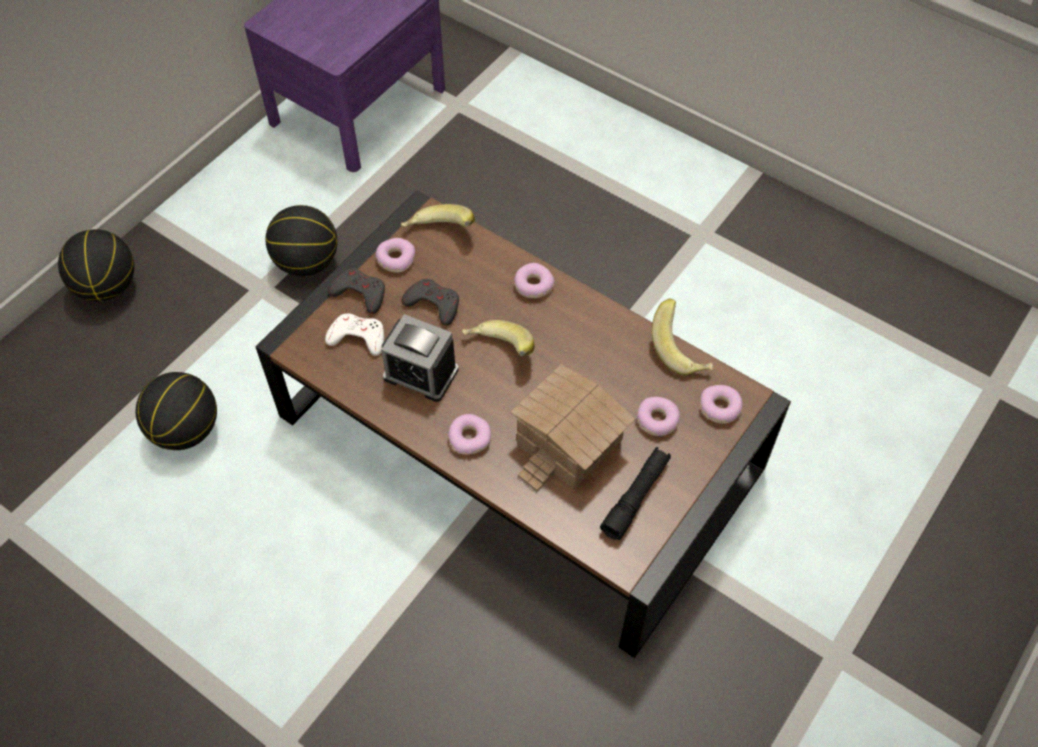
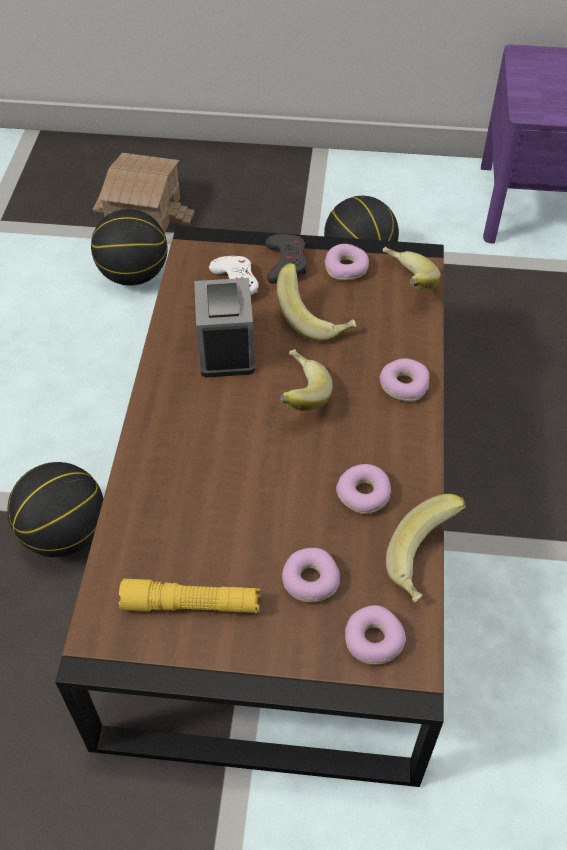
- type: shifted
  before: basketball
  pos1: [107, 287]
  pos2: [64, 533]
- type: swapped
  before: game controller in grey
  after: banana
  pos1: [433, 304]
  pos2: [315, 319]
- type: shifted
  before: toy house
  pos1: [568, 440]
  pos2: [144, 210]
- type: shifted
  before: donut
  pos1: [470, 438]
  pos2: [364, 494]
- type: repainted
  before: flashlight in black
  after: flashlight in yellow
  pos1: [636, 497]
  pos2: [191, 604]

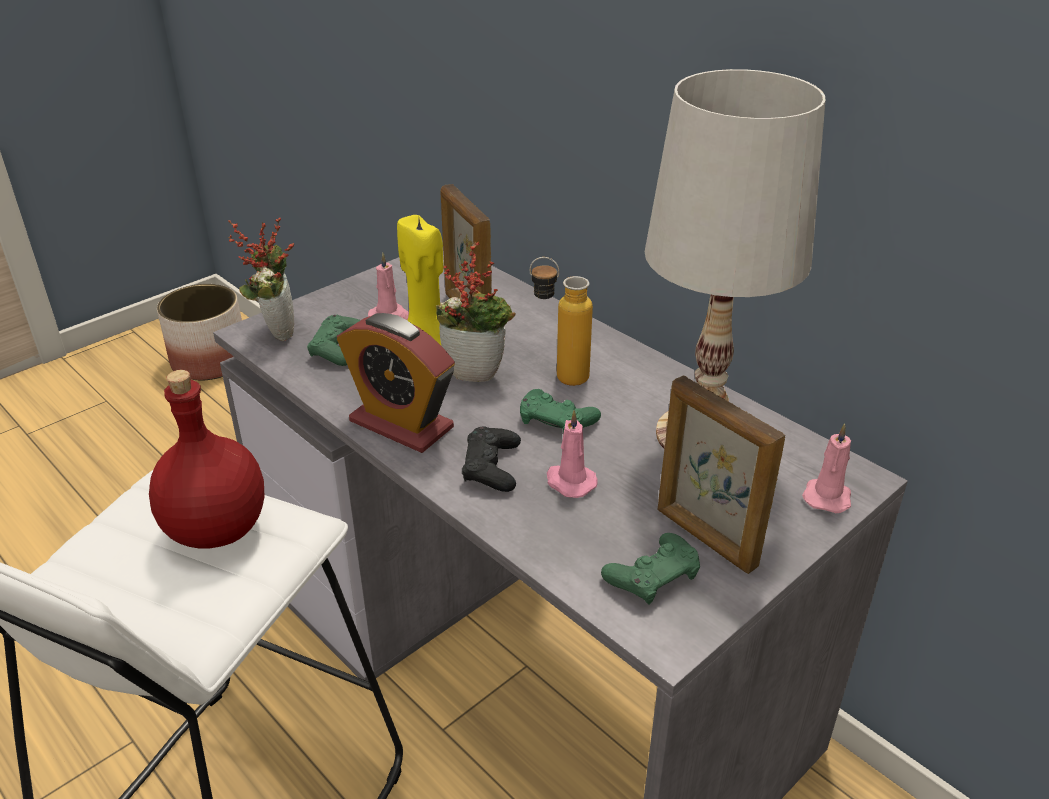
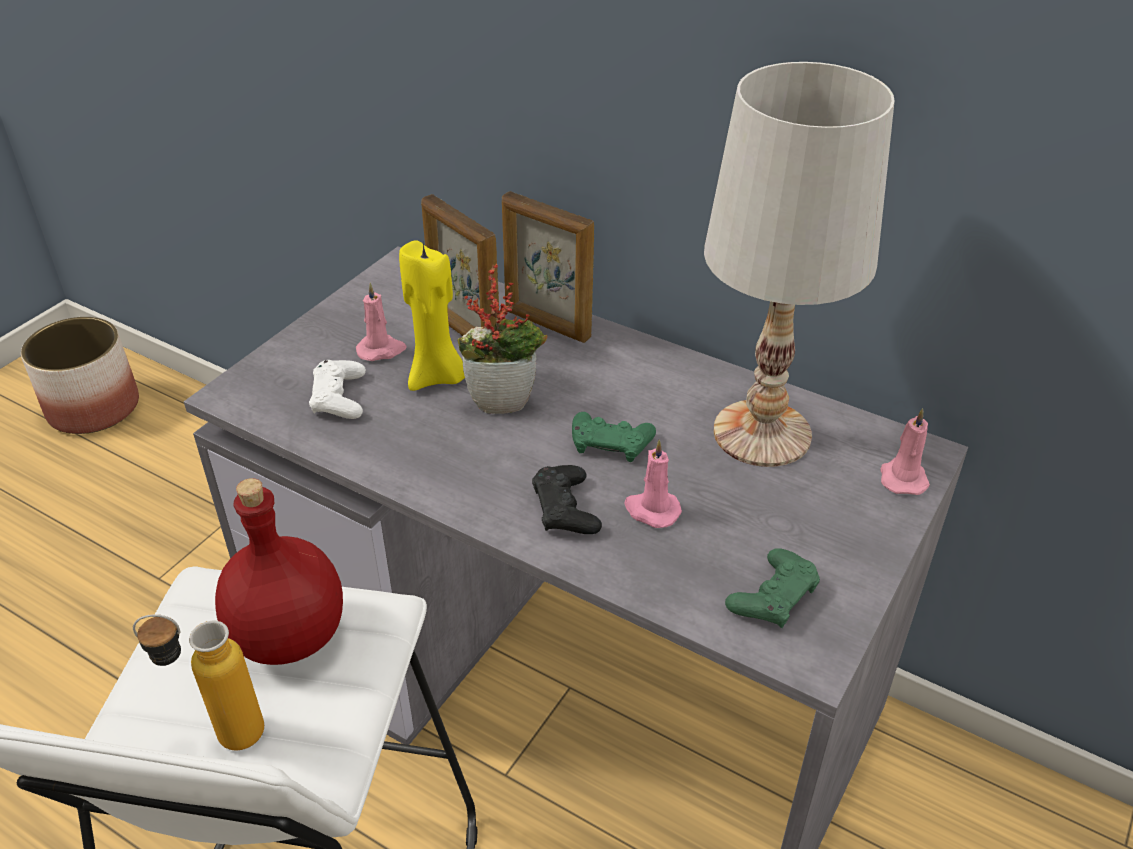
- type: gone
  before: potted plant
  pos1: [276, 330]
- type: shifted
  before: bottle
  pos1: [559, 376]
  pos2: [221, 734]
- type: gone
  before: alarm clock
  pos1: [401, 424]
- type: repainted
  before: game controller in green
  after: game controller in white
  pos1: [338, 348]
  pos2: [339, 397]
- type: shifted
  before: picture frame
  pos1: [705, 538]
  pos2: [547, 325]

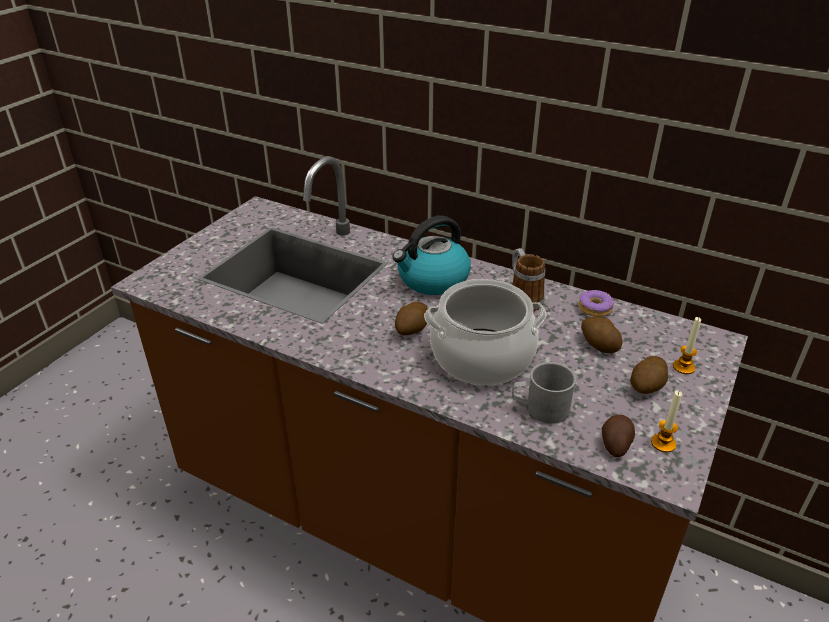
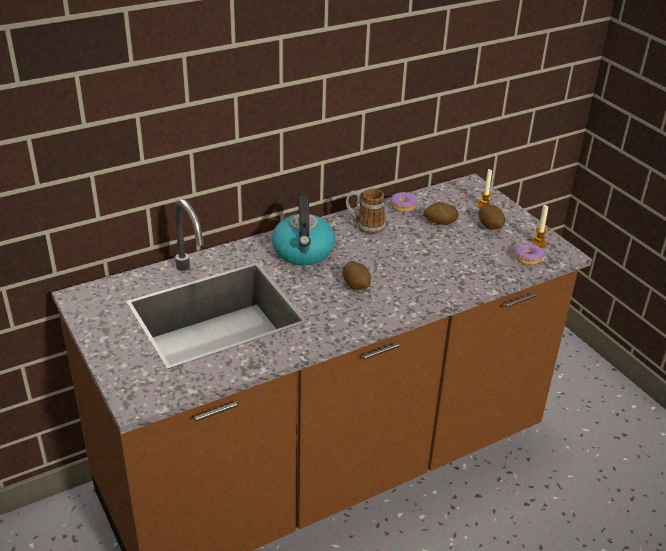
- type: gone
  before: cooking pot
  pos1: [482, 357]
- type: gone
  before: mug in grey
  pos1: [540, 408]
- type: swapped
  before: potato
  after: donut
  pos1: [615, 443]
  pos2: [527, 258]

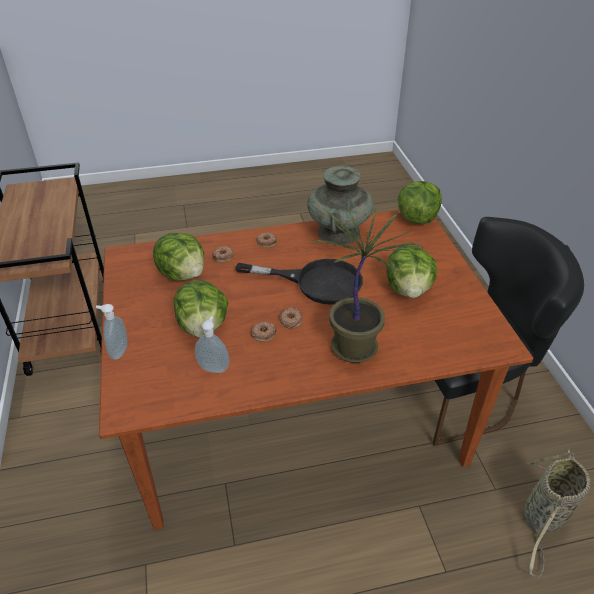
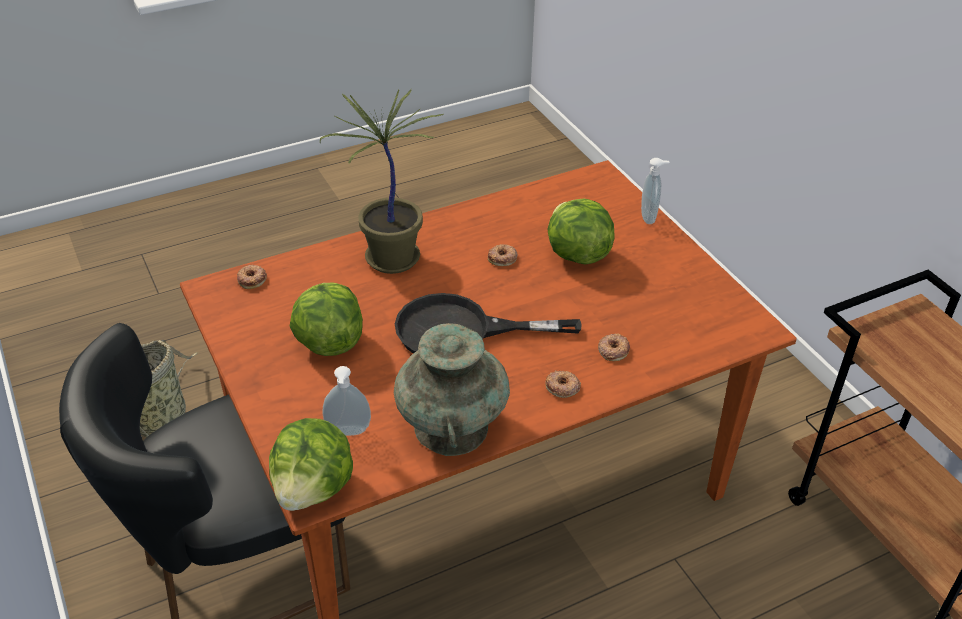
- type: gone
  before: lettuce
  pos1: [183, 274]
- type: shifted
  before: donut
  pos1: [291, 320]
  pos2: [252, 279]
- type: shifted
  before: soap dispenser
  pos1: [214, 367]
  pos2: [348, 432]

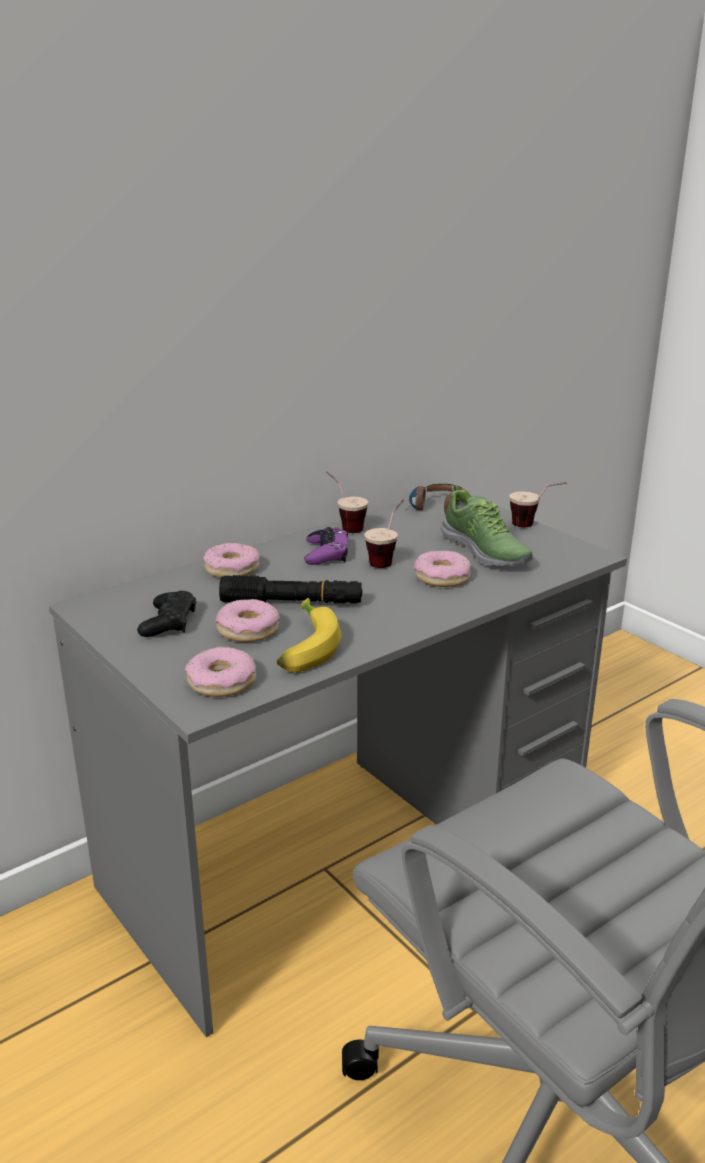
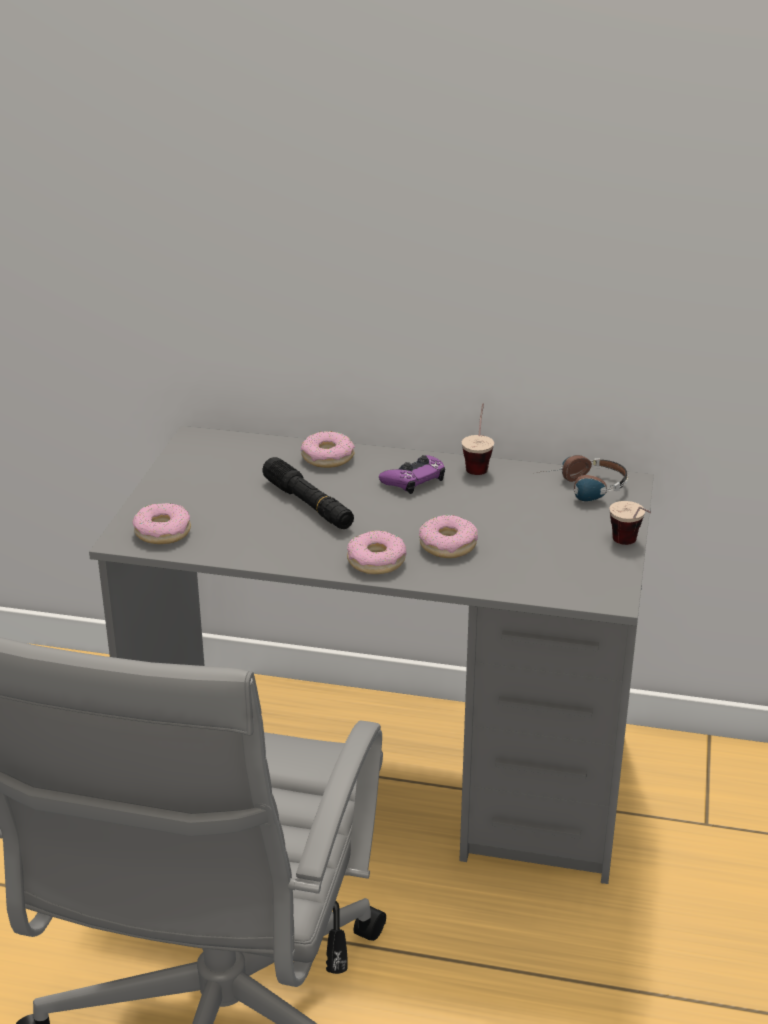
- type: gone
  before: shoe
  pos1: [485, 552]
- type: gone
  before: cup
  pos1: [387, 559]
- type: gone
  before: game controller in black
  pos1: [169, 622]
- type: gone
  before: banana
  pos1: [304, 647]
- type: shifted
  before: donut
  pos1: [248, 630]
  pos2: [376, 561]

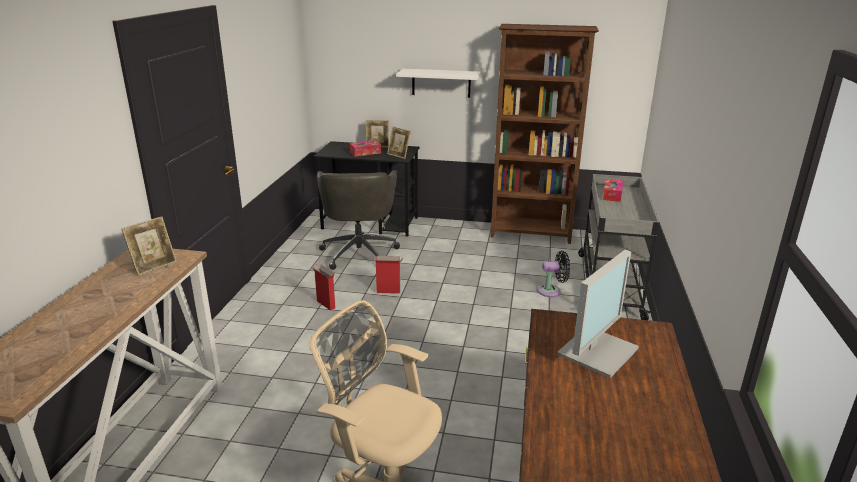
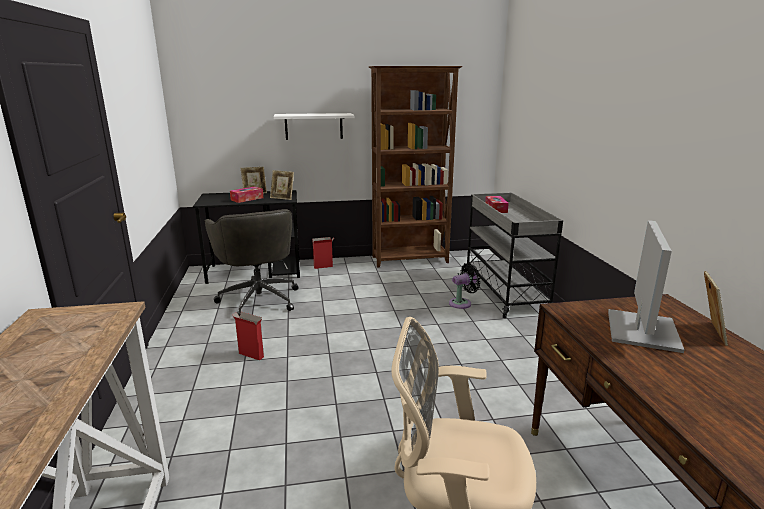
- type: shifted
  before: picture frame
  pos1: [154, 266]
  pos2: [709, 332]
- type: shifted
  before: cardboard box
  pos1: [389, 291]
  pos2: [323, 267]

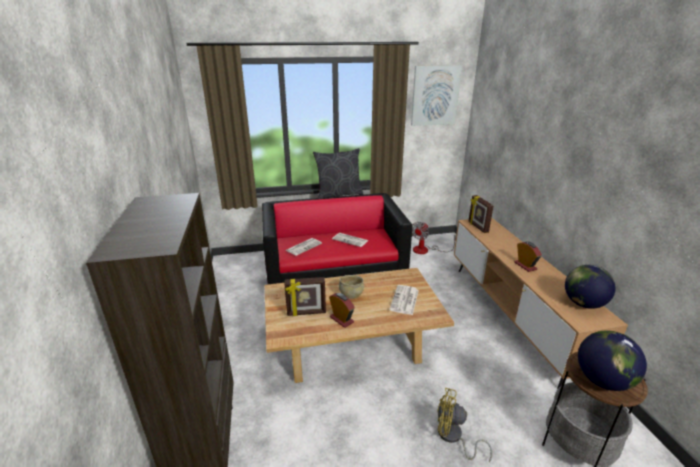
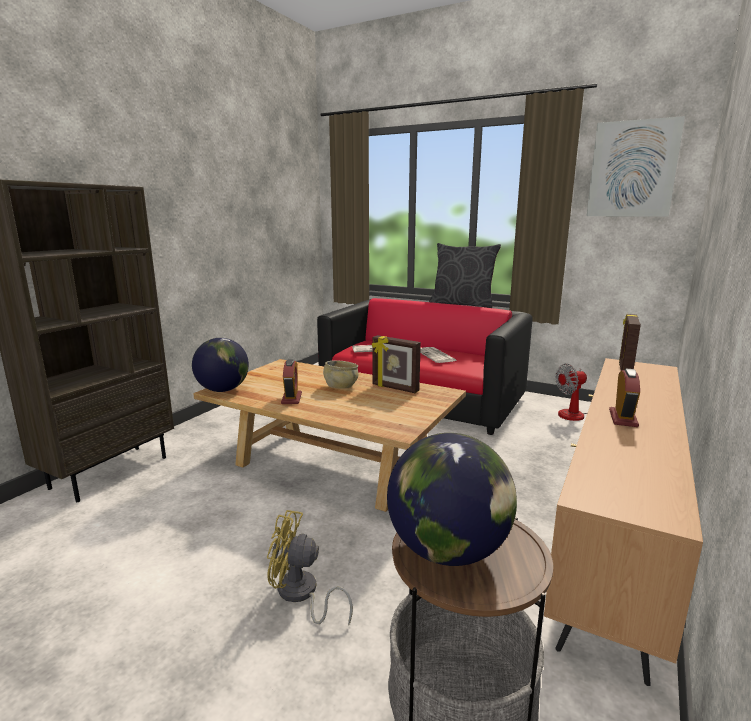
- type: shifted
  before: globe
  pos1: [583, 303]
  pos2: [223, 390]
- type: shifted
  before: picture frame
  pos1: [306, 313]
  pos2: [394, 388]
- type: gone
  before: newspaper
  pos1: [404, 300]
- type: rotated
  before: fan in yellow
  pos1: [453, 437]
  pos2: [301, 595]
  turn: -45

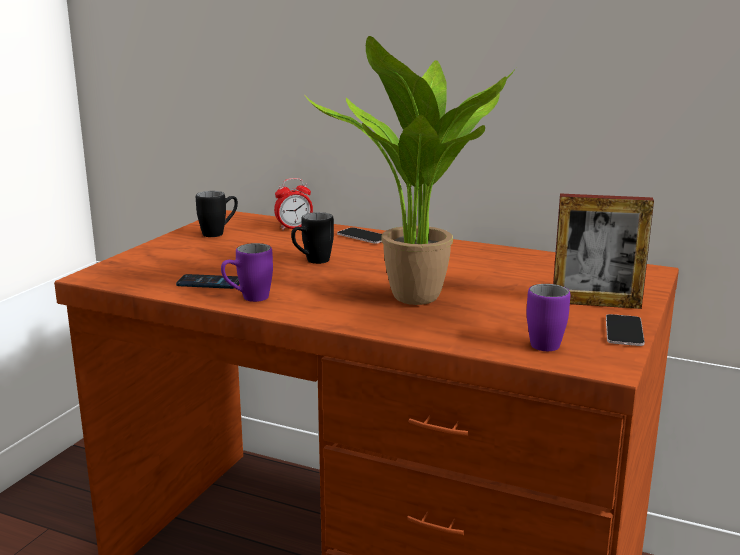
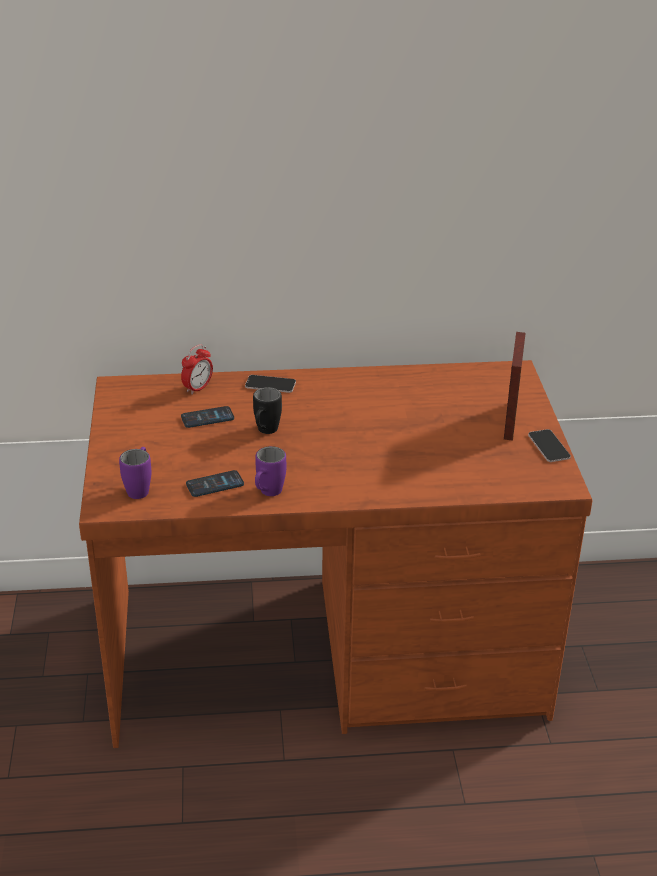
- type: gone
  before: potted plant
  pos1: [422, 300]
- type: gone
  before: mug in black
  pos1: [219, 233]
- type: rotated
  before: picture frame
  pos1: [596, 303]
  pos2: [510, 421]
  turn: 120
- type: shifted
  before: mug in purple
  pos1: [550, 342]
  pos2: [140, 488]
- type: new
  after: phone
  pos2: [207, 418]

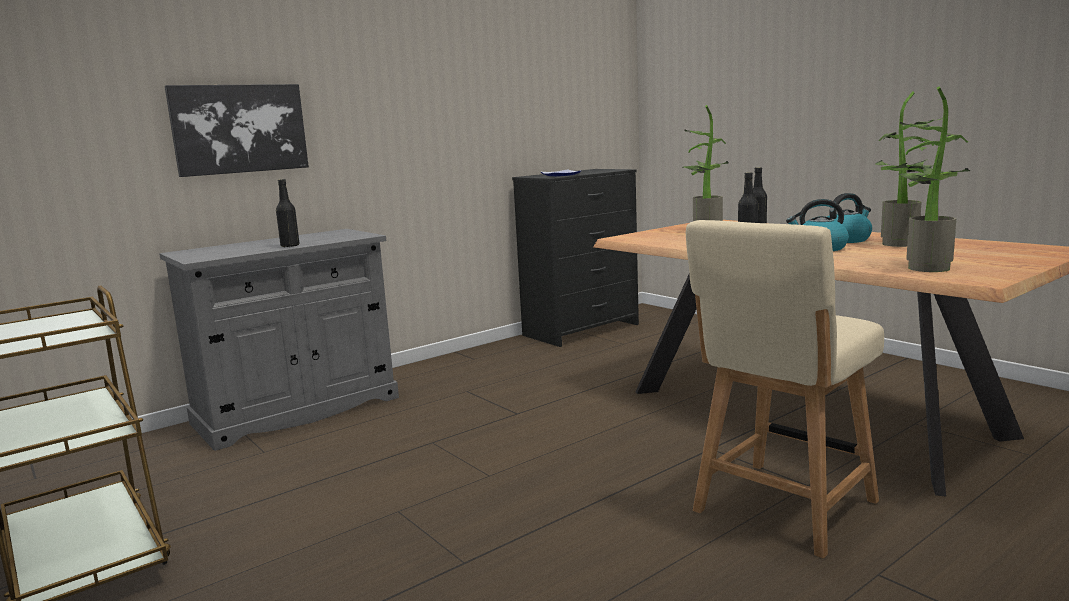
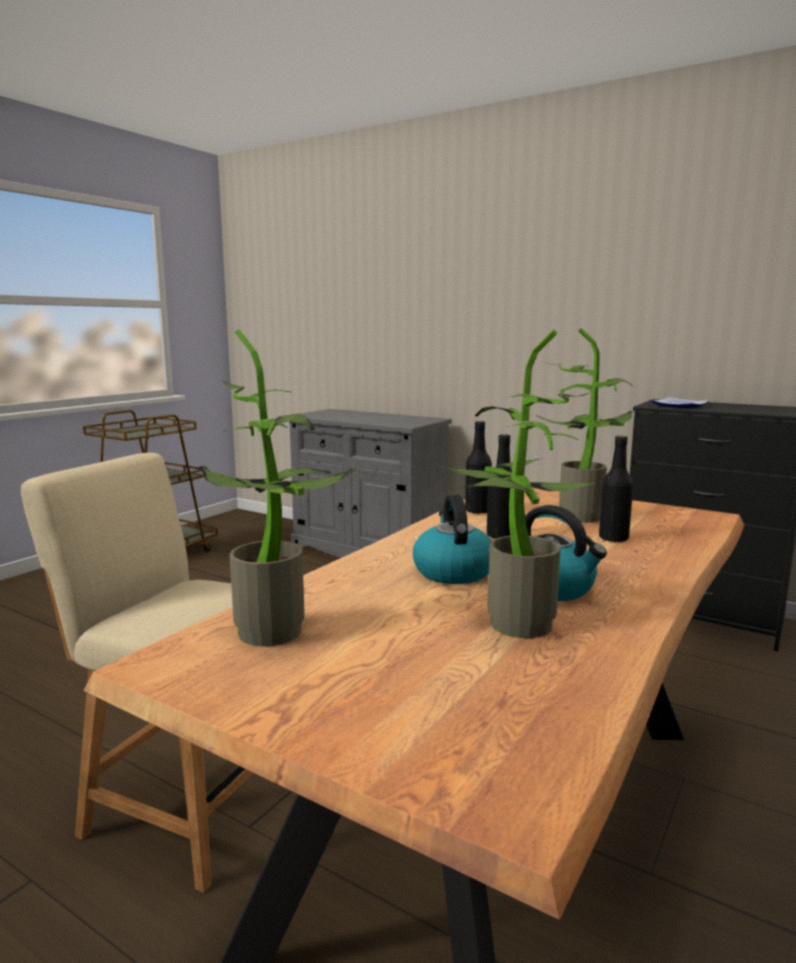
- type: gone
  before: picture
  pos1: [239, 129]
- type: shifted
  before: bottle in black
  pos1: [290, 246]
  pos2: [477, 511]

